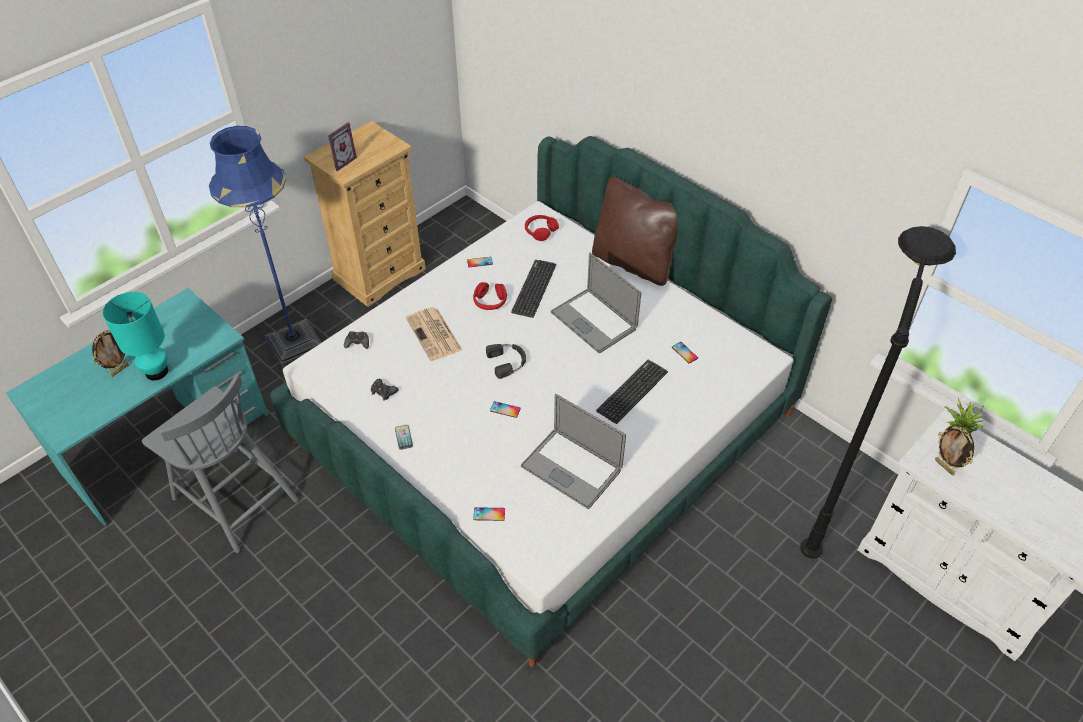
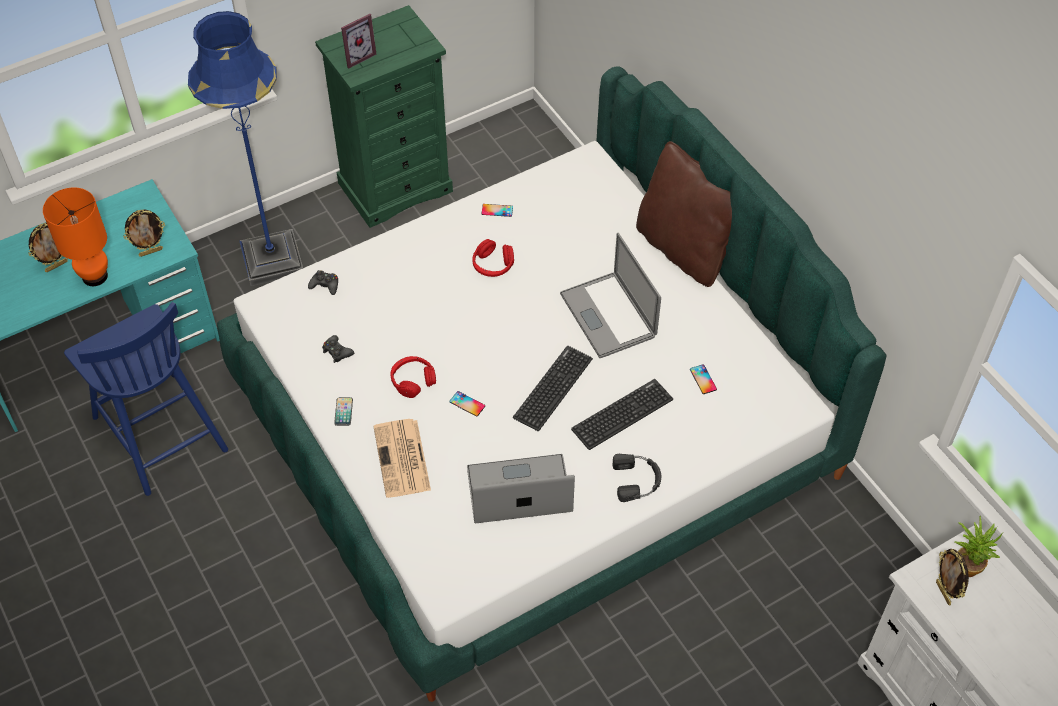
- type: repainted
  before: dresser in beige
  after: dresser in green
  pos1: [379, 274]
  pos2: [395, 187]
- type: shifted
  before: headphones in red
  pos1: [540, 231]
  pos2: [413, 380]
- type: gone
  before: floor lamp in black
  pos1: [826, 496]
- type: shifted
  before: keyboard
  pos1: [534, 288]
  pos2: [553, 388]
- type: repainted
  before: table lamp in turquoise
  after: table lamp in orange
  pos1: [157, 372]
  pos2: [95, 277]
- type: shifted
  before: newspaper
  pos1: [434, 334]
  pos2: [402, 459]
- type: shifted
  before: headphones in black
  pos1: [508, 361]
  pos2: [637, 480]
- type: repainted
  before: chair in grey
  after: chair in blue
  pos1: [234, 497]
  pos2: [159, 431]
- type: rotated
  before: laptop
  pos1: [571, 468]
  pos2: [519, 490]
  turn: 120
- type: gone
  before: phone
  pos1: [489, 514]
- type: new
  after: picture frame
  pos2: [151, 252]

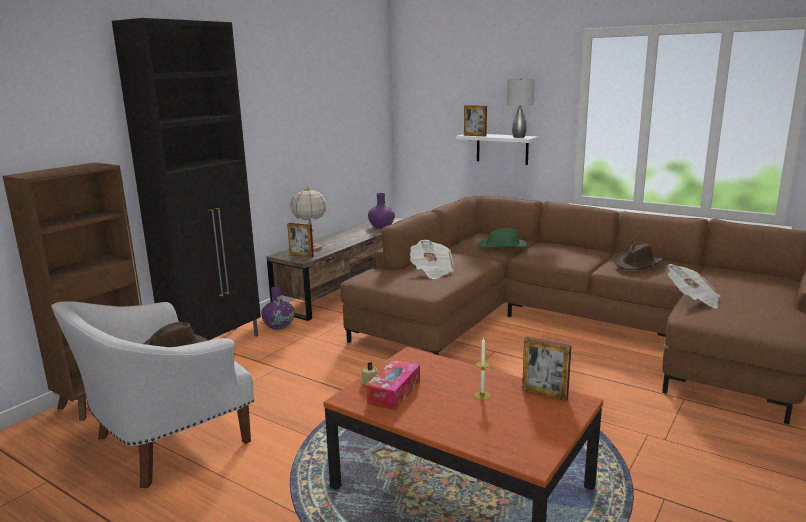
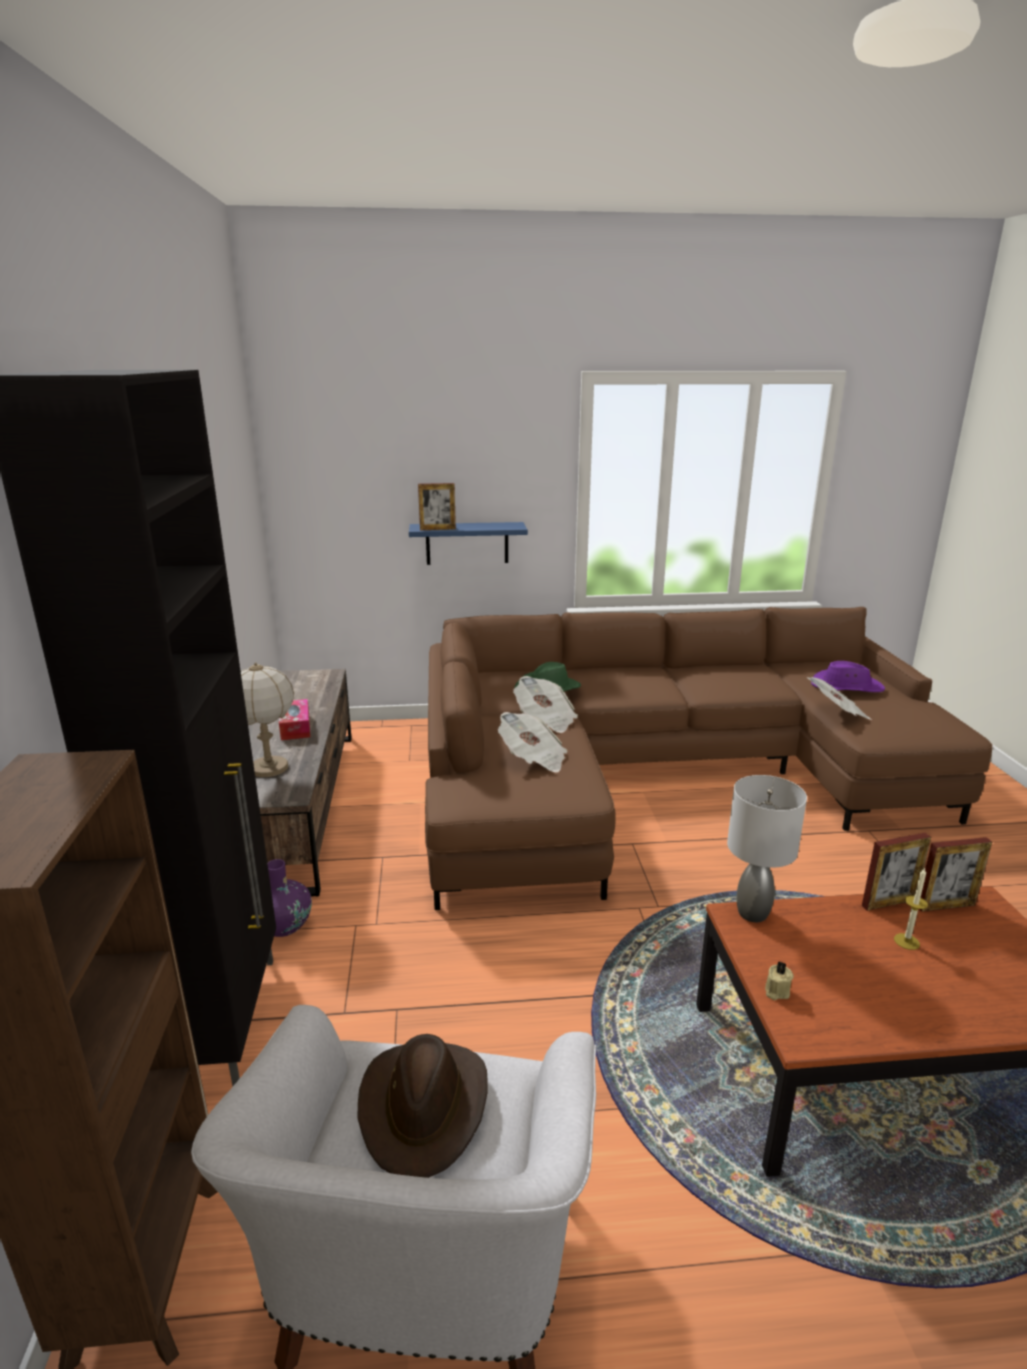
- type: shifted
  before: table lamp in grey
  pos1: [519, 137]
  pos2: [753, 912]
- type: repainted
  before: shelf in white
  after: shelf in blue
  pos1: [502, 148]
  pos2: [467, 543]
- type: gone
  before: vase in purple
  pos1: [381, 226]
- type: shifted
  before: picture frame
  pos1: [301, 256]
  pos2: [889, 903]
- type: gone
  before: hat in brown
  pos1: [637, 264]
- type: shifted
  before: tissue box
  pos1: [394, 392]
  pos2: [295, 727]
- type: new
  after: hat in purple
  pos2: [846, 686]
- type: new
  after: newspaper
  pos2: [545, 720]

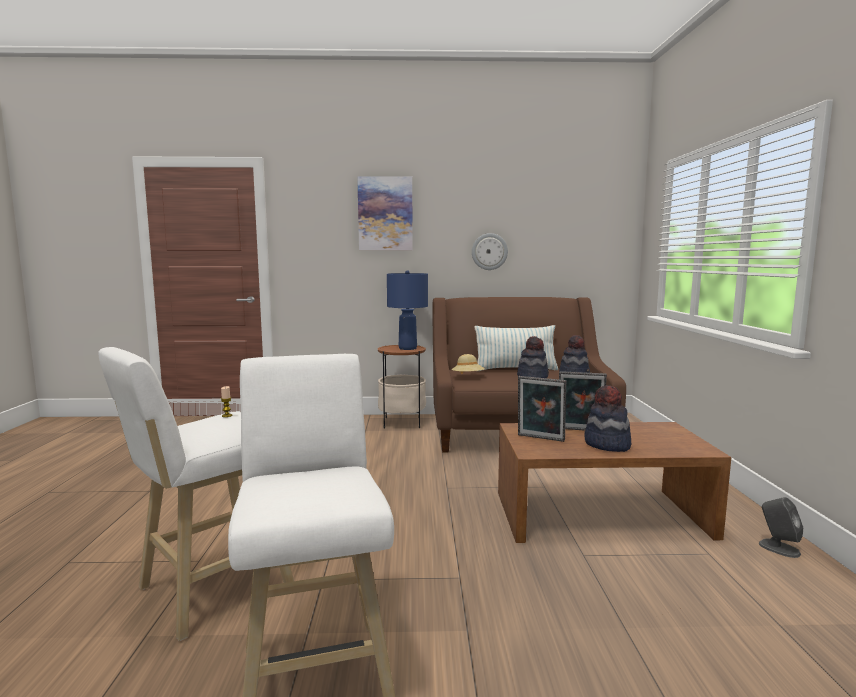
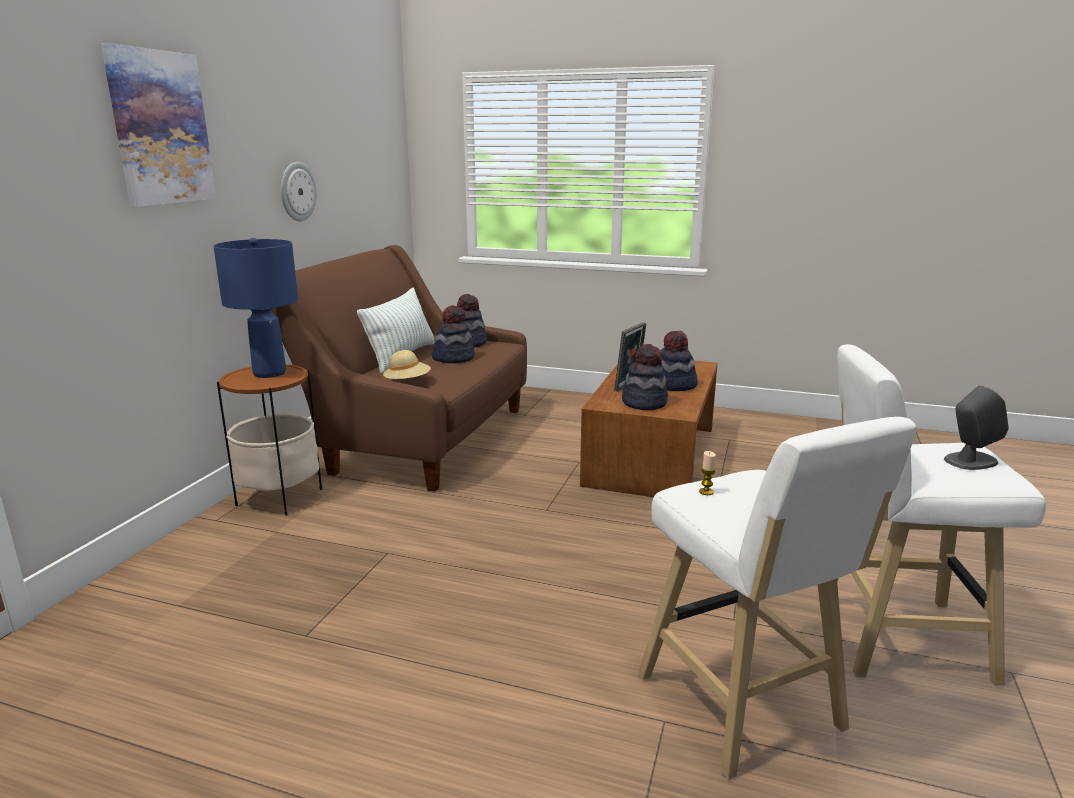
- type: swapped
  before: picture frame
  after: hat
  pos1: [540, 438]
  pos2: [644, 403]
- type: shifted
  before: speaker in grey
  pos1: [778, 548]
  pos2: [970, 461]

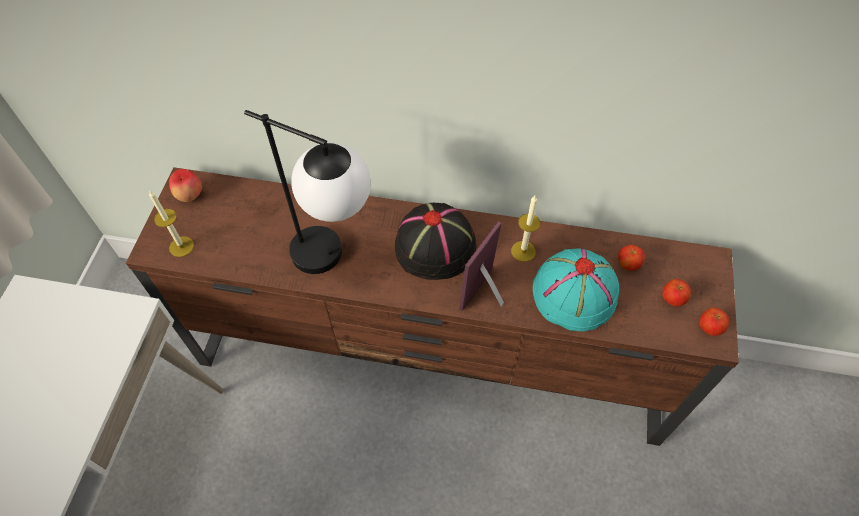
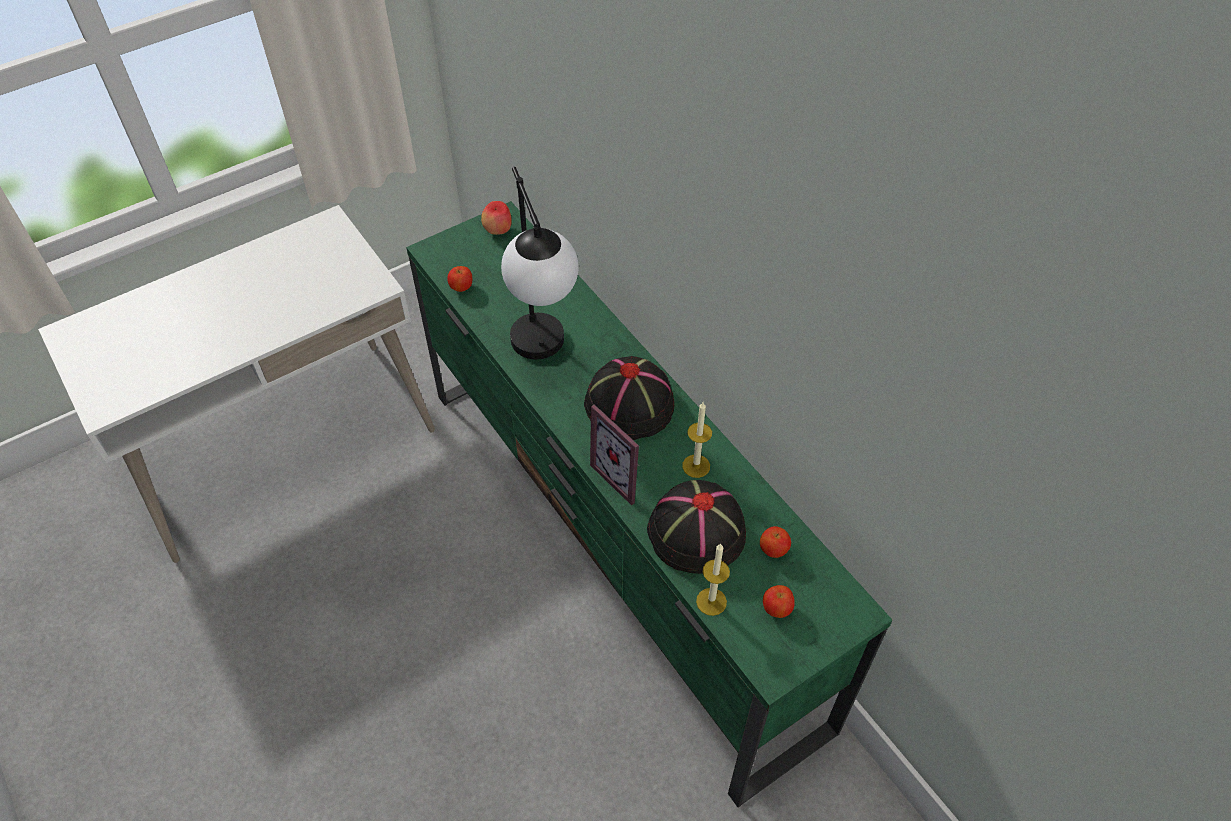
- type: repainted
  before: tv stand in brown
  after: tv stand in green
  pos1: [432, 360]
  pos2: [617, 550]
- type: shifted
  before: candle
  pos1: [181, 246]
  pos2: [711, 601]
- type: rotated
  before: picture frame
  pos1: [488, 296]
  pos2: [624, 475]
  turn: -120
- type: repainted
  before: hat in turquoise
  after: hat in black
  pos1: [574, 294]
  pos2: [696, 532]
- type: shifted
  before: apple
  pos1: [709, 328]
  pos2: [461, 288]

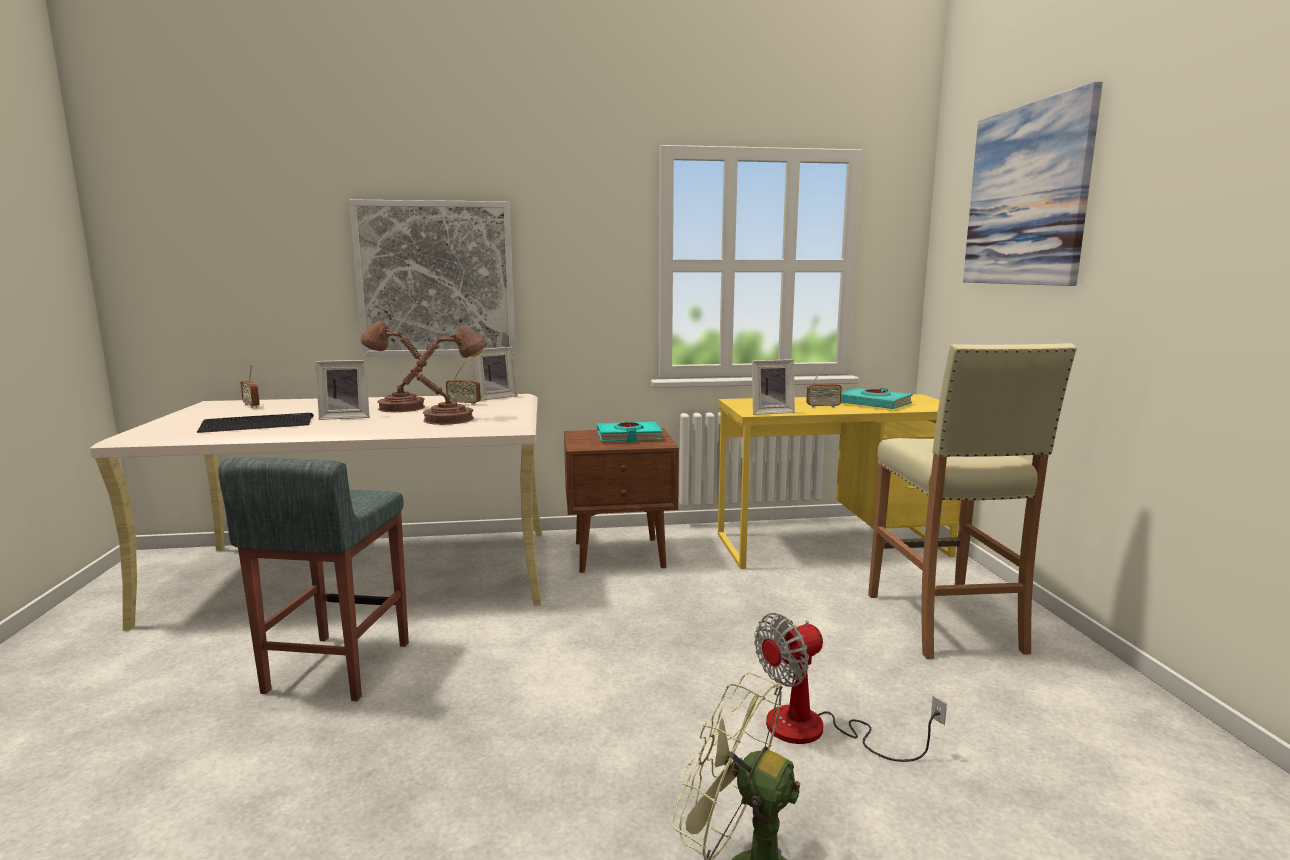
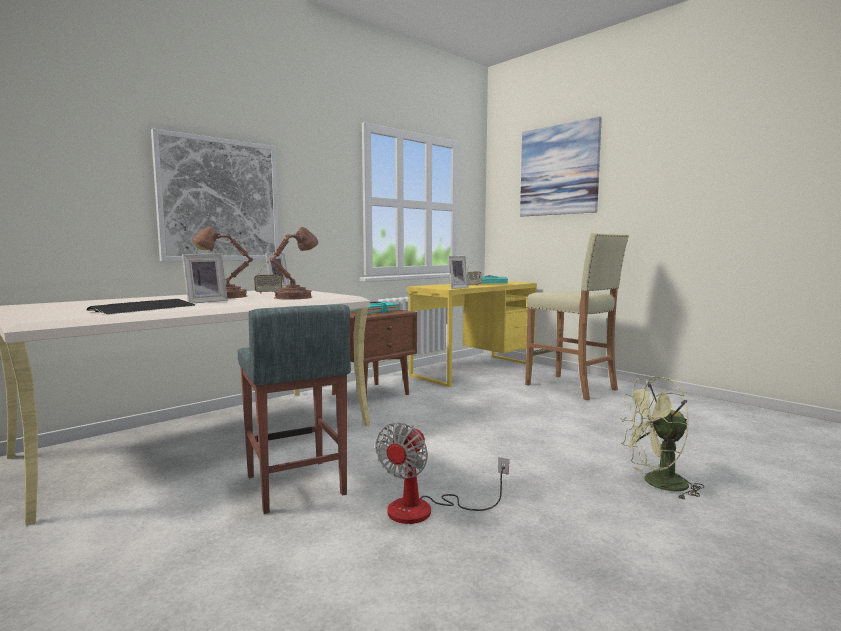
- type: gone
  before: radio
  pos1: [252, 406]
- type: shifted
  before: fan
  pos1: [817, 731]
  pos2: [426, 510]

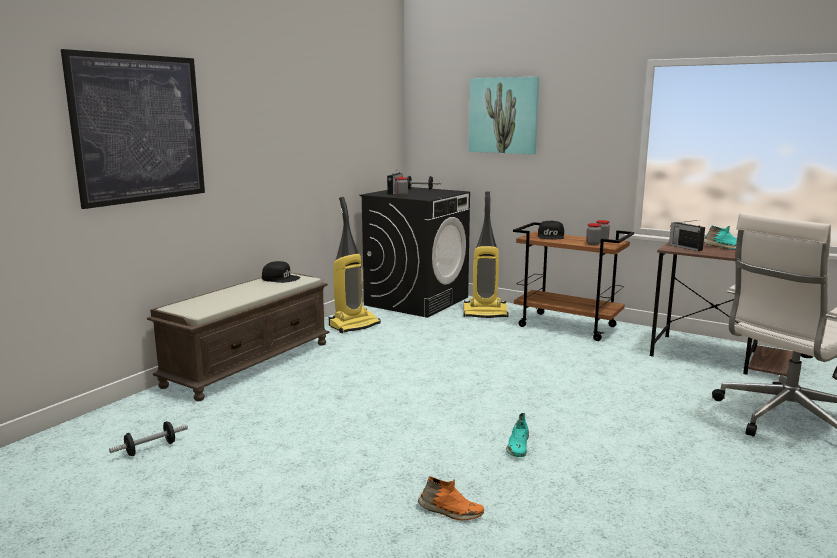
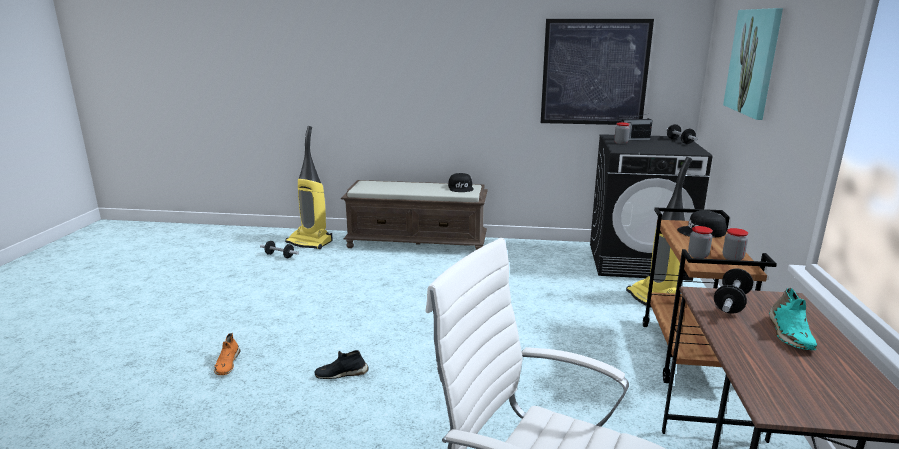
- type: shifted
  before: picture
  pos1: [139, 129]
  pos2: [594, 72]
- type: shifted
  before: vacuum cleaner
  pos1: [354, 325]
  pos2: [310, 242]
- type: swapped
  before: radio
  after: dumbbell
  pos1: [685, 247]
  pos2: [731, 303]
- type: repainted
  before: shoe in turquoise
  after: shoe in black
  pos1: [518, 446]
  pos2: [341, 374]

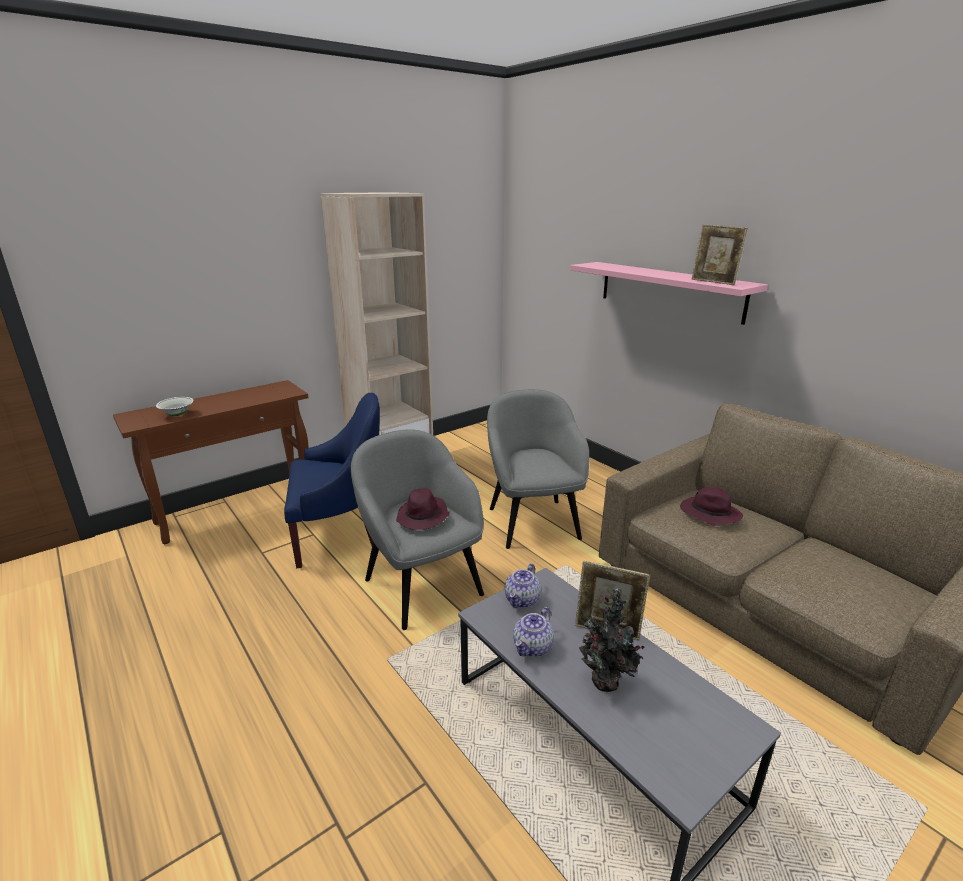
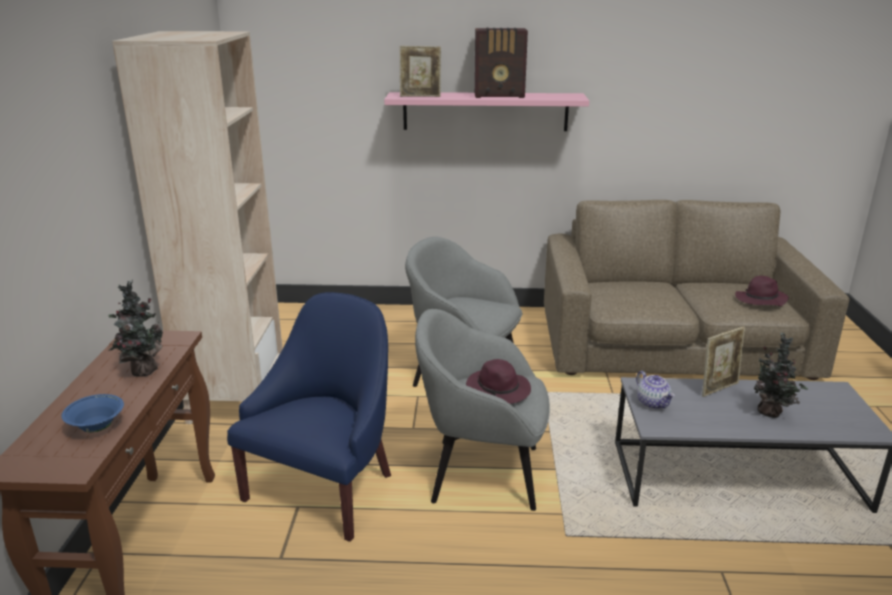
- type: shifted
  before: picture frame
  pos1: [714, 282]
  pos2: [420, 96]
- type: repainted
  before: bowl in white
  after: bowl in blue
  pos1: [177, 415]
  pos2: [97, 428]
- type: shifted
  before: hat in purple
  pos1: [708, 514]
  pos2: [760, 300]
- type: gone
  before: teapot
  pos1: [533, 647]
- type: new
  after: radio
  pos2: [500, 95]
- type: new
  after: potted plant
  pos2: [141, 371]

